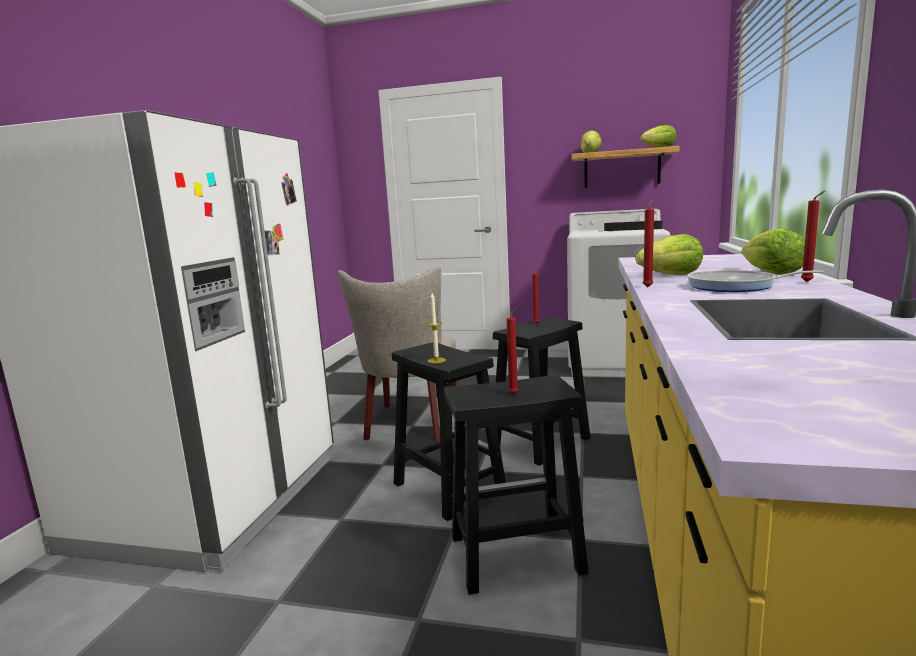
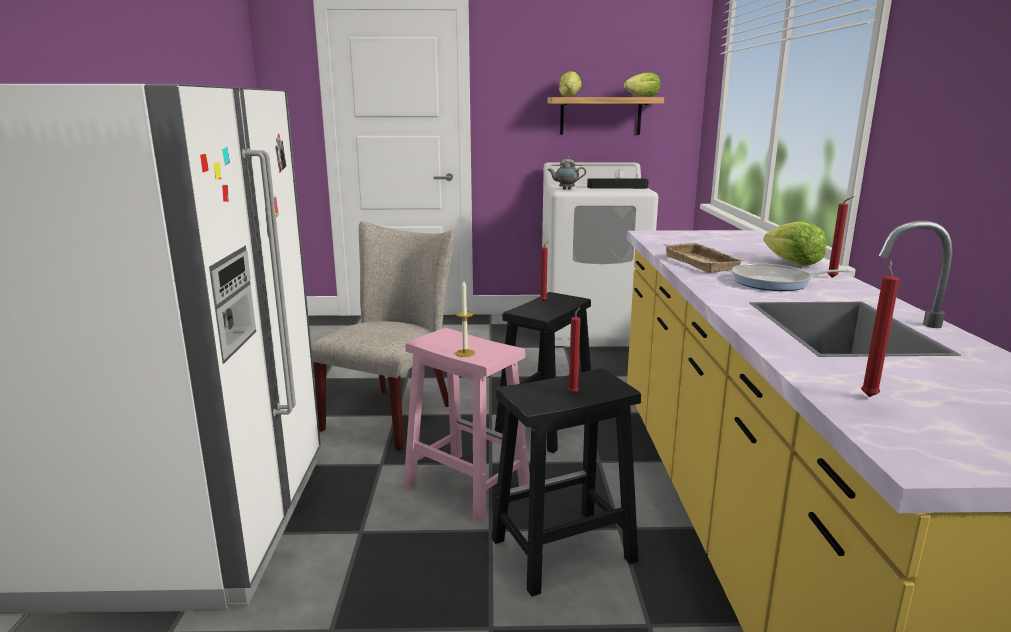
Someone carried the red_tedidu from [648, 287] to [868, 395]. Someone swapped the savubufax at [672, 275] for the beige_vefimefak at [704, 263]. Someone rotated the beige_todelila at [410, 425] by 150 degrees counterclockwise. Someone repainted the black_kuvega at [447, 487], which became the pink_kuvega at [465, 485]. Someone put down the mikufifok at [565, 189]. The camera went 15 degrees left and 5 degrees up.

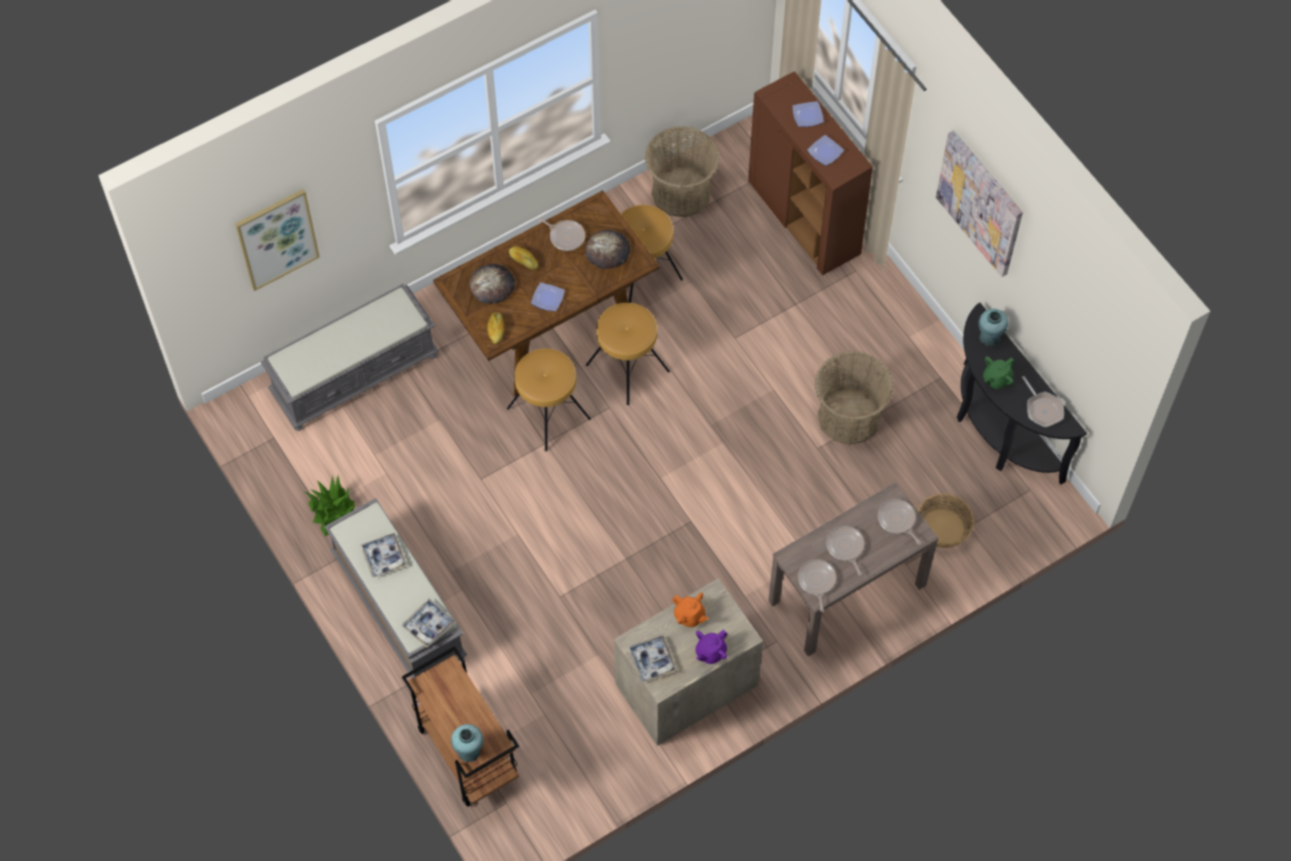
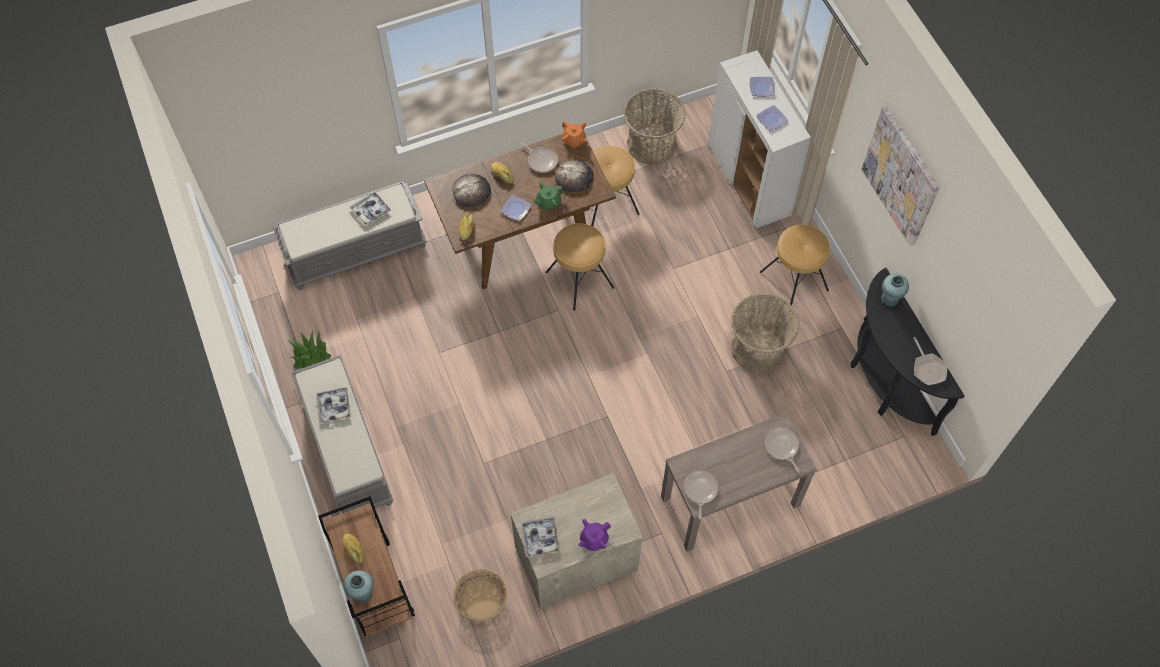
Someone repainted the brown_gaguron at [805, 219], which became the white_gaguron at [749, 180]. Someone took away the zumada at [277, 238]. Someone carried the brown_kuvega from [548, 414] to [793, 281]. Someone carried the green_mikufifok from [996, 379] to [548, 202]. Someone carried the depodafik from [943, 528] to [482, 600]. Someone took away the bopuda at [845, 547]. Someone carried the orange_mikufifok from [689, 616] to [574, 141]. Someone carried the vefimefak from [428, 625] to [370, 210]. Someone put down the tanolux at [354, 549]. The camera went 10 degrees right and 0 degrees up.

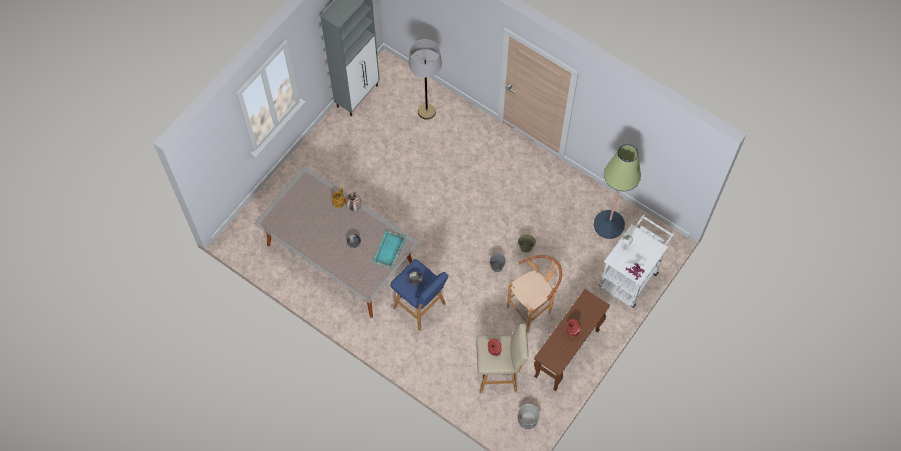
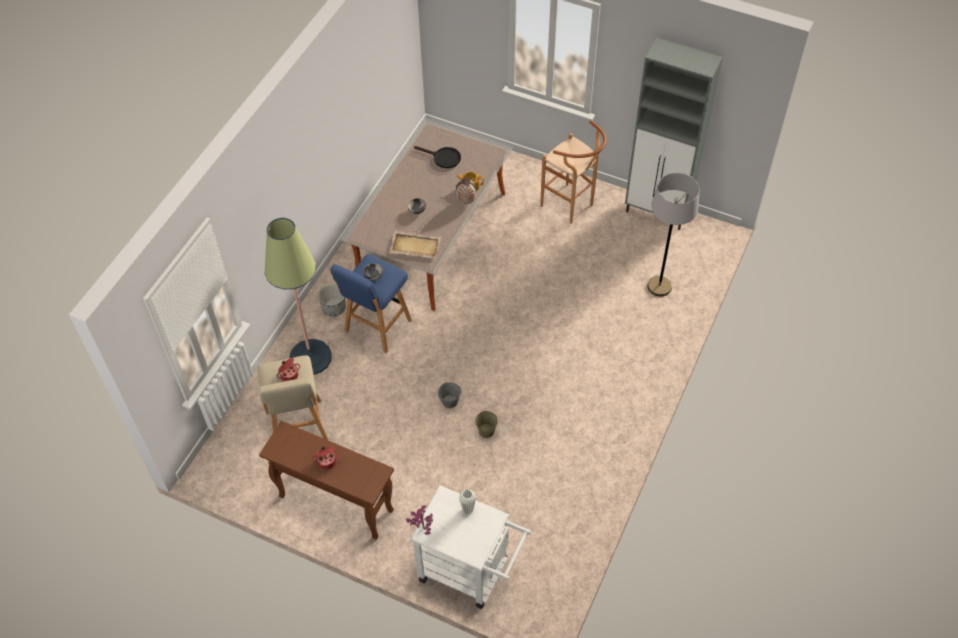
Someone carried the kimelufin from [609, 224] to [310, 357]. Someone repainted the turquoise_vefimefak at [389, 250], which became the beige_vefimefak at [414, 246]. Someone carried the brown_kuvega from [532, 309] to [571, 207]. Someone carried the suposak from [528, 419] to [334, 308]. Someone put down the black_bopuda at [443, 158]. The camera went 80 degrees right and 10 degrees down.

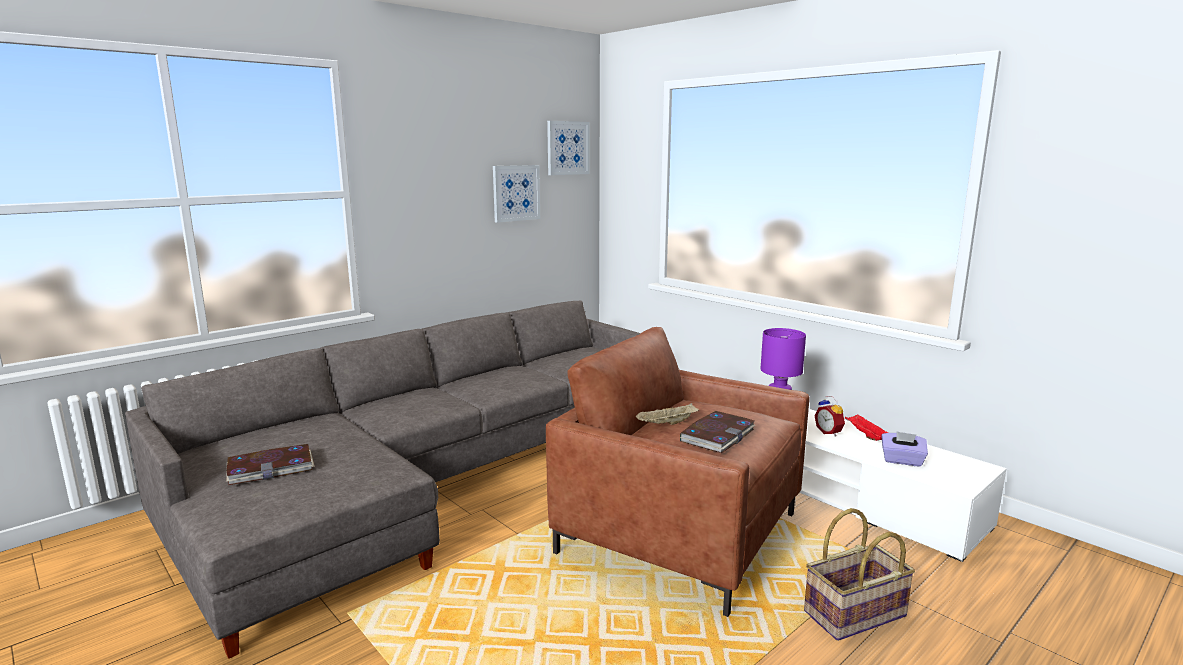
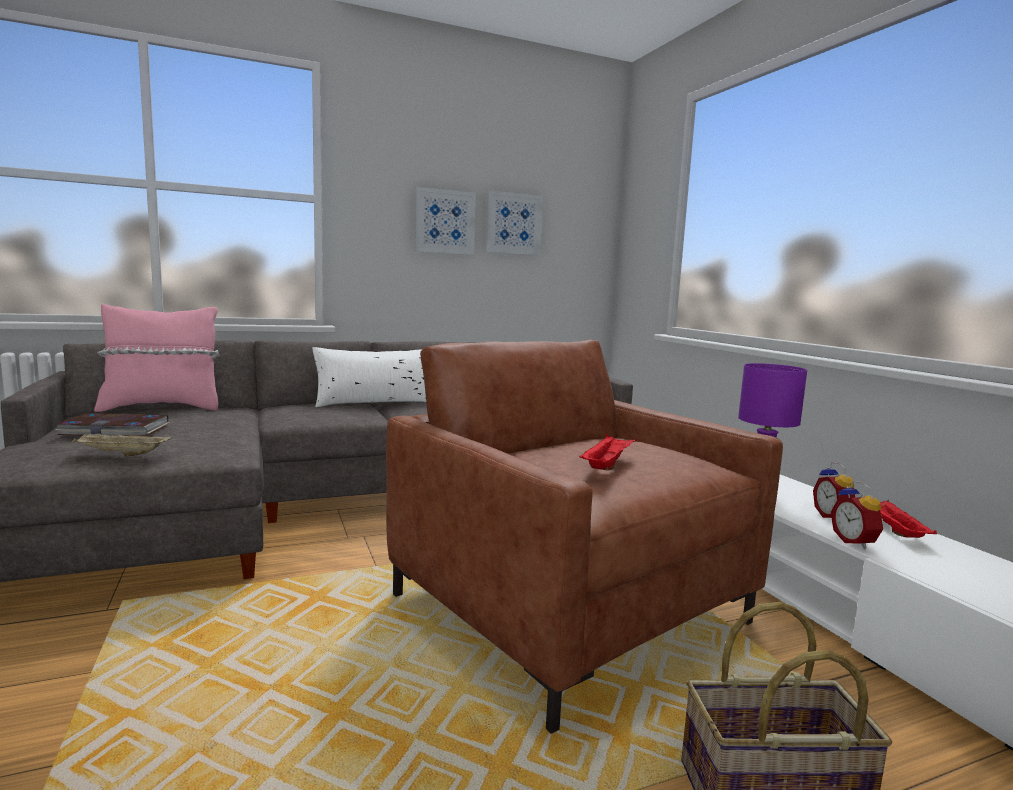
Someone carried the zumada from [567, 148] to [444, 222]. Someone carried the beige_vefimefak from [666, 424] to [122, 454]. Someone swapped the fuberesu at [717, 435] for the red_vefimefak at [607, 465]. Someone took away the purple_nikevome at [902, 461]. Someone put down the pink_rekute at [162, 407]. Someone put down the white_rekute at [377, 403]. Someone put down the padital at [855, 542]. The camera went 20 degrees right and 5 degrees down.

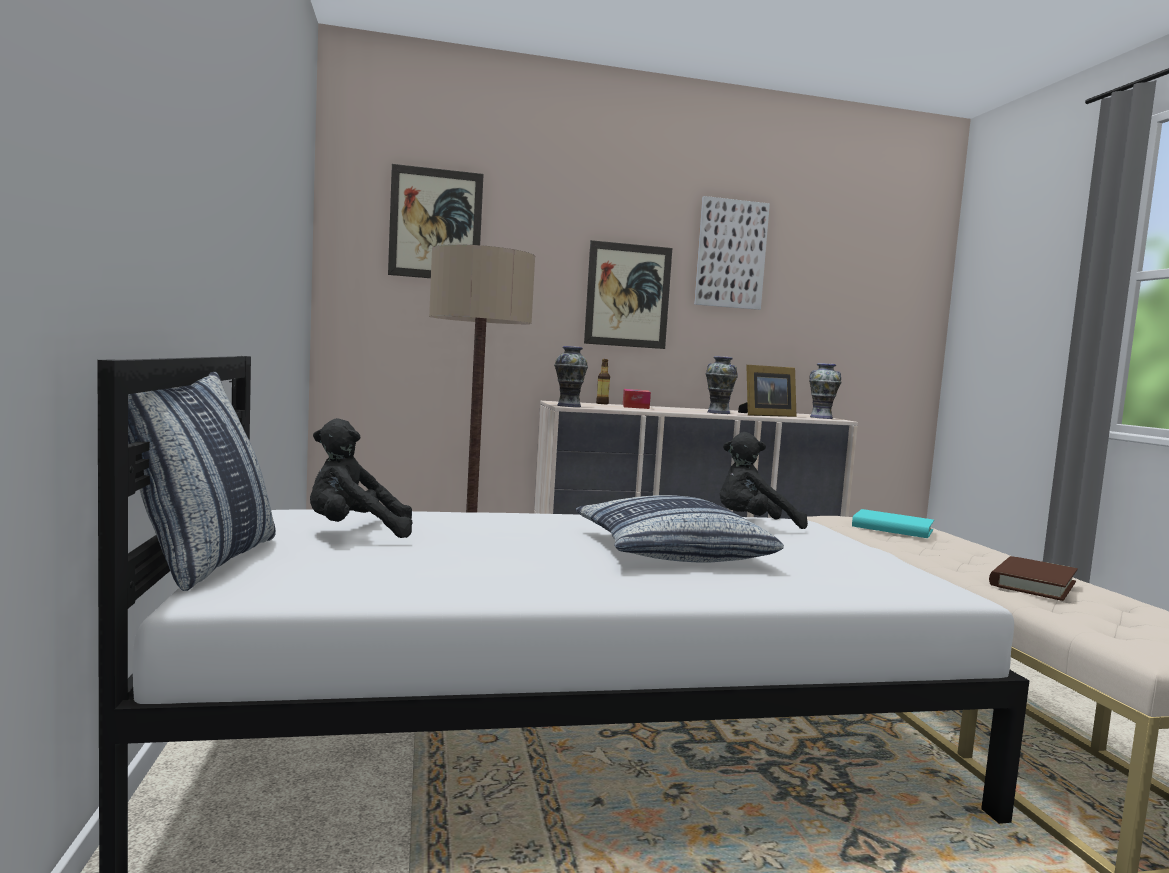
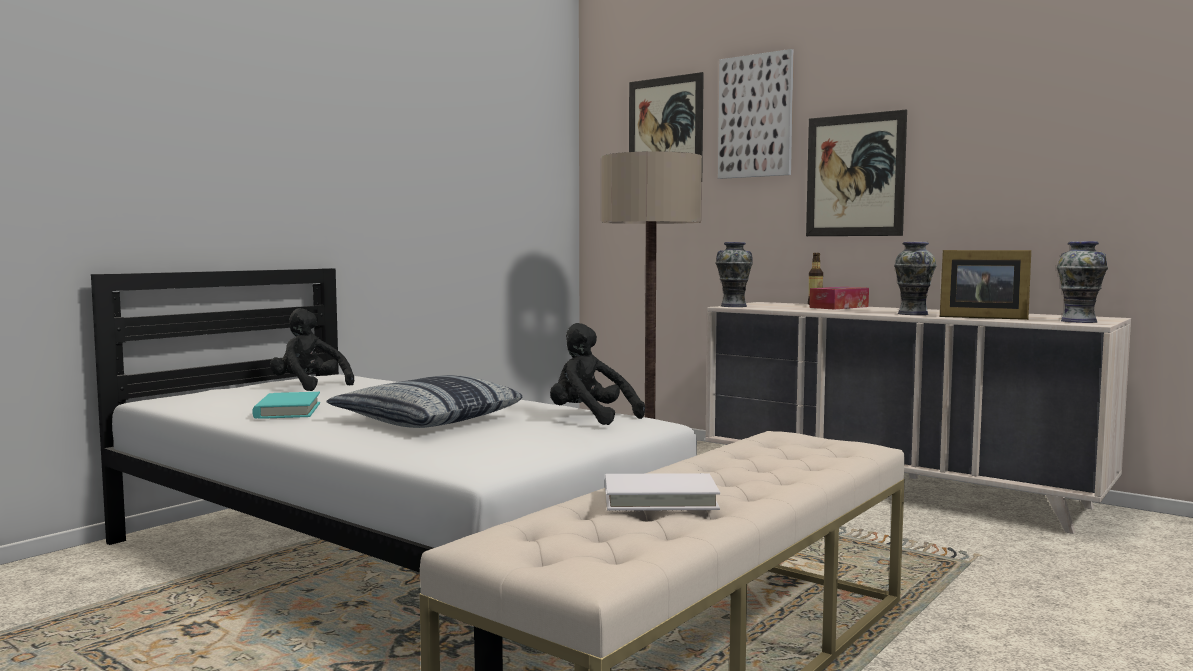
Someone carried the zumada from [731, 254] to [755, 116]. Someone took away the rekute at [204, 561]. Someone carried the turquoise_fuberesu from [892, 528] to [287, 410]. Someone repainted the brown_fuberesu at [1032, 583], which became the white_fuberesu at [660, 499]. The camera went 50 degrees right and 0 degrees up.

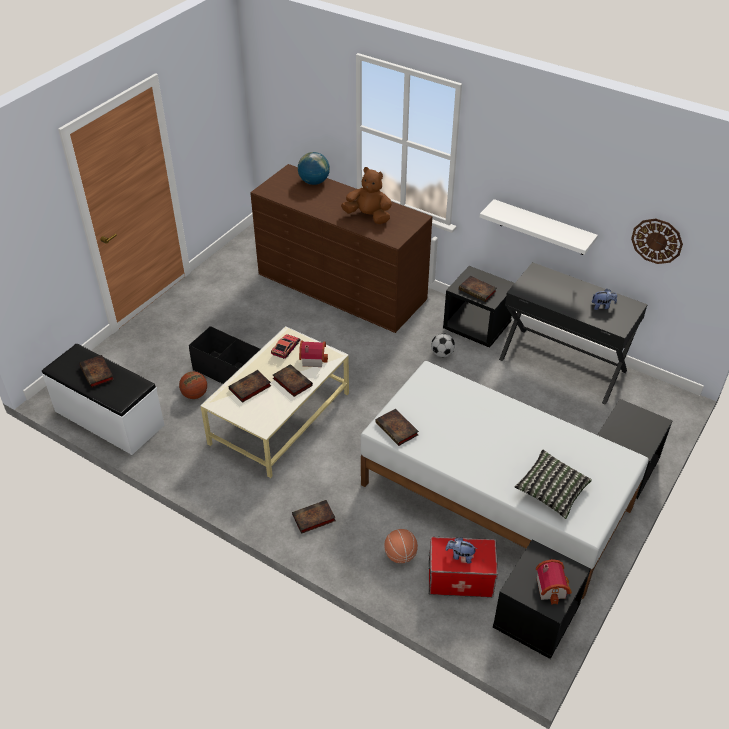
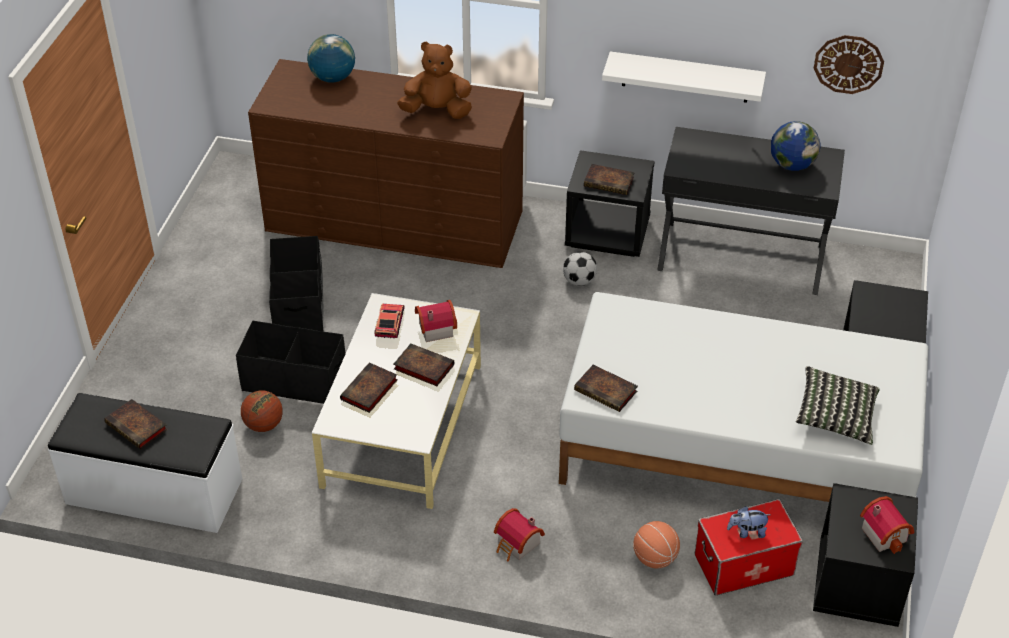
Someone swapped the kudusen at [602, 306] for the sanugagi at [792, 165]. Someone swapped the fuberesu at [313, 519] for the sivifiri at [518, 545]. Someone put down the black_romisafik at [299, 302]. The camera went 20 degrees left and 0 degrees up.

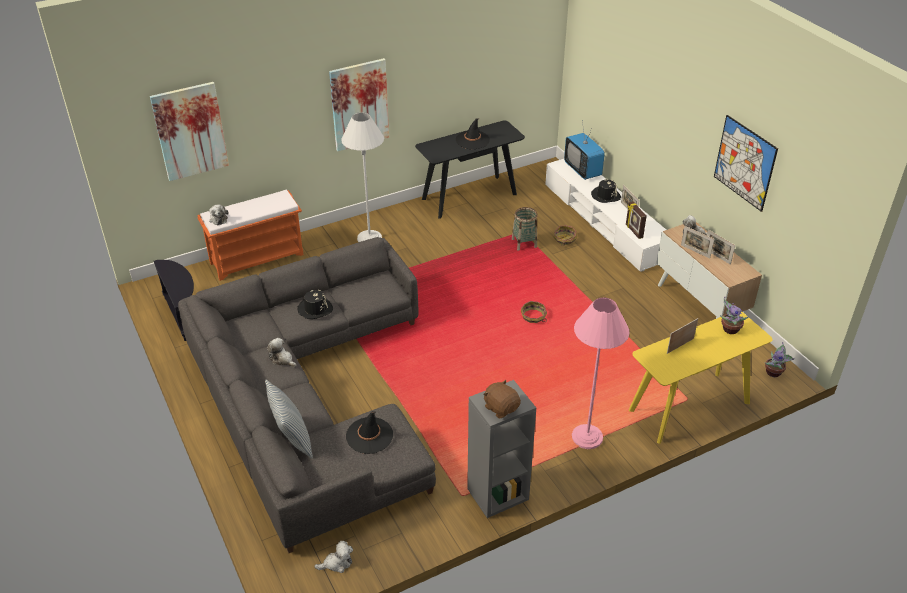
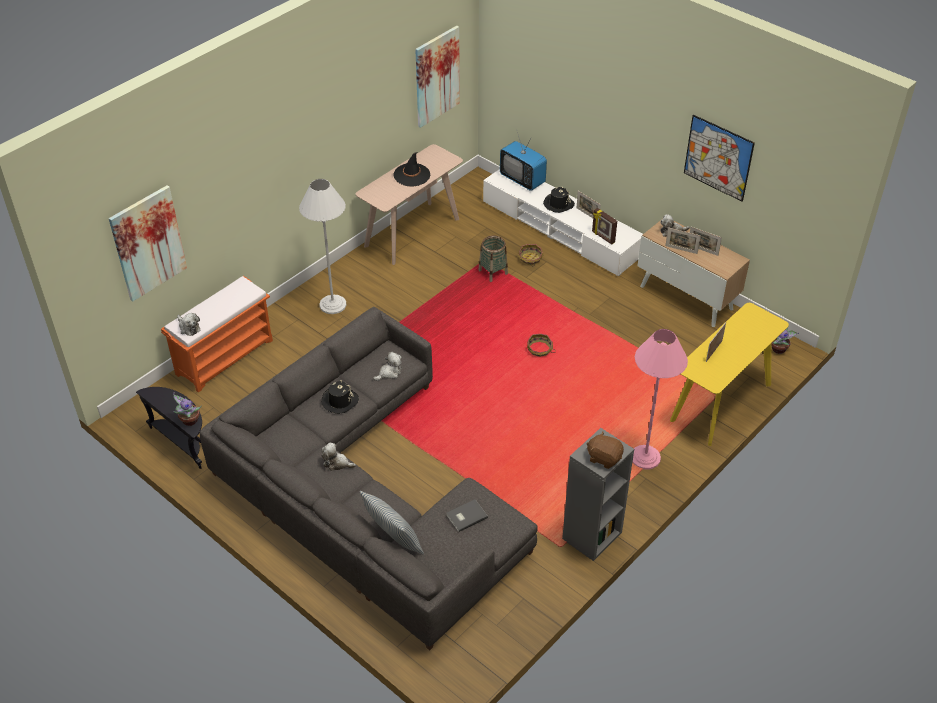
Someone carried the zumada from [359, 104] to [437, 76]. Someone repainted the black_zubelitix at [469, 196], which became the beige_zubelitix at [412, 232]. Someone carried the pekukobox from [729, 329] to [189, 421]. Someone swapped the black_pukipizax at [369, 436] for the grey_fuberesu at [465, 516]. Someone carried the kudusen from [337, 563] to [389, 373]. The camera went 20 degrees left and 5 degrees up.

